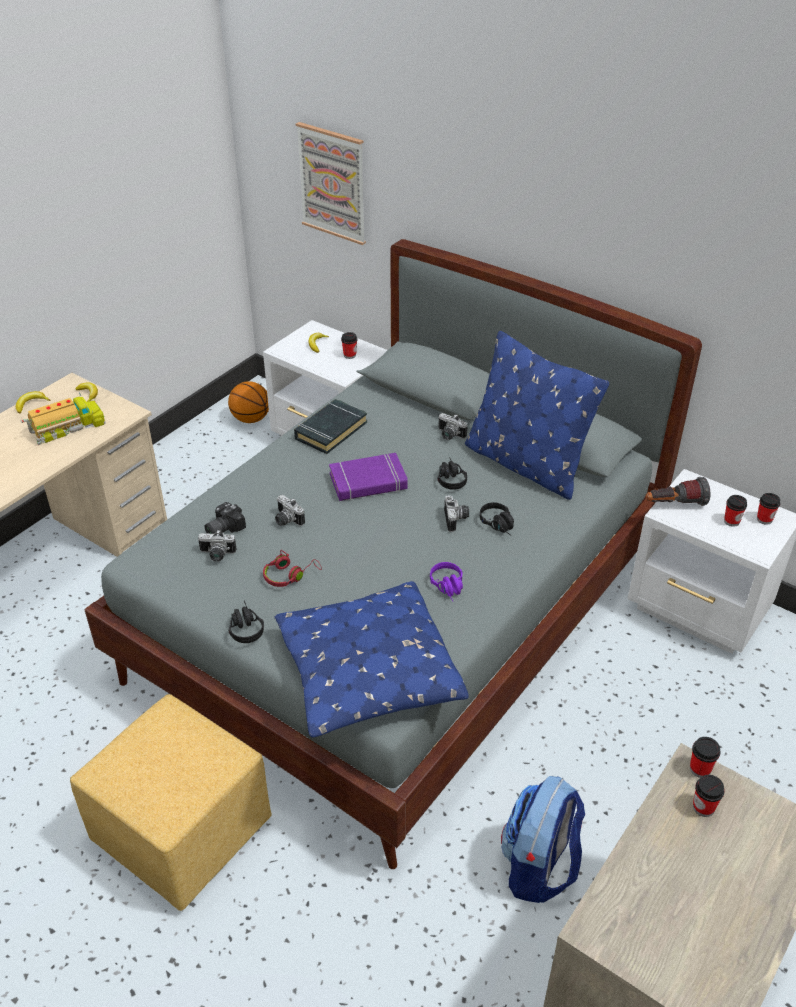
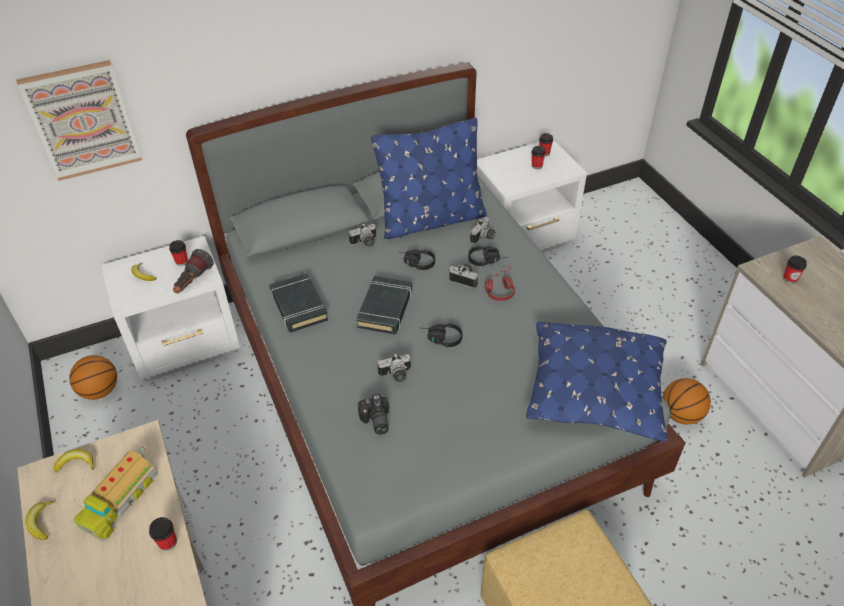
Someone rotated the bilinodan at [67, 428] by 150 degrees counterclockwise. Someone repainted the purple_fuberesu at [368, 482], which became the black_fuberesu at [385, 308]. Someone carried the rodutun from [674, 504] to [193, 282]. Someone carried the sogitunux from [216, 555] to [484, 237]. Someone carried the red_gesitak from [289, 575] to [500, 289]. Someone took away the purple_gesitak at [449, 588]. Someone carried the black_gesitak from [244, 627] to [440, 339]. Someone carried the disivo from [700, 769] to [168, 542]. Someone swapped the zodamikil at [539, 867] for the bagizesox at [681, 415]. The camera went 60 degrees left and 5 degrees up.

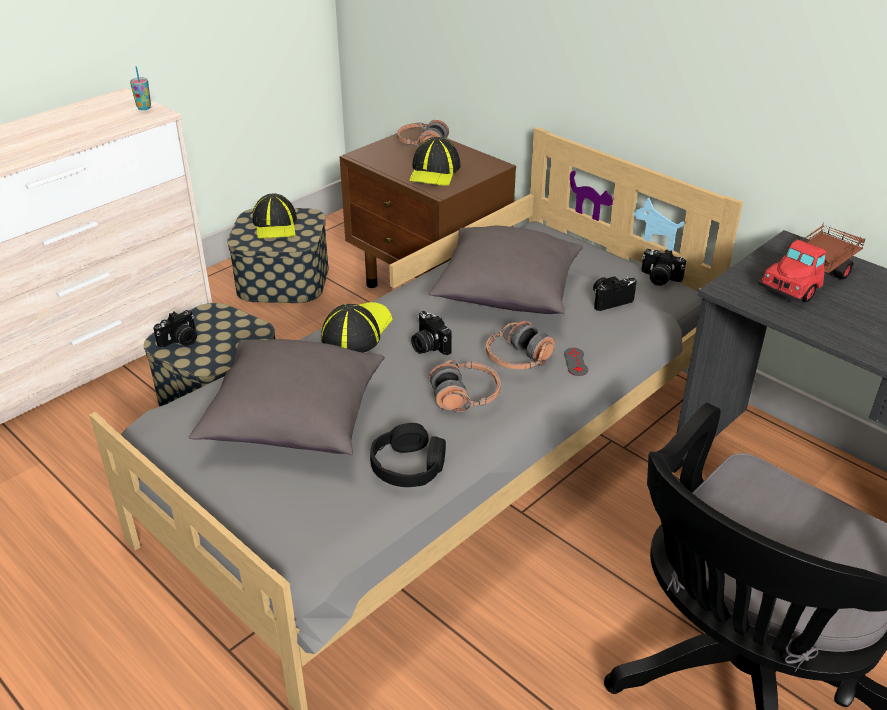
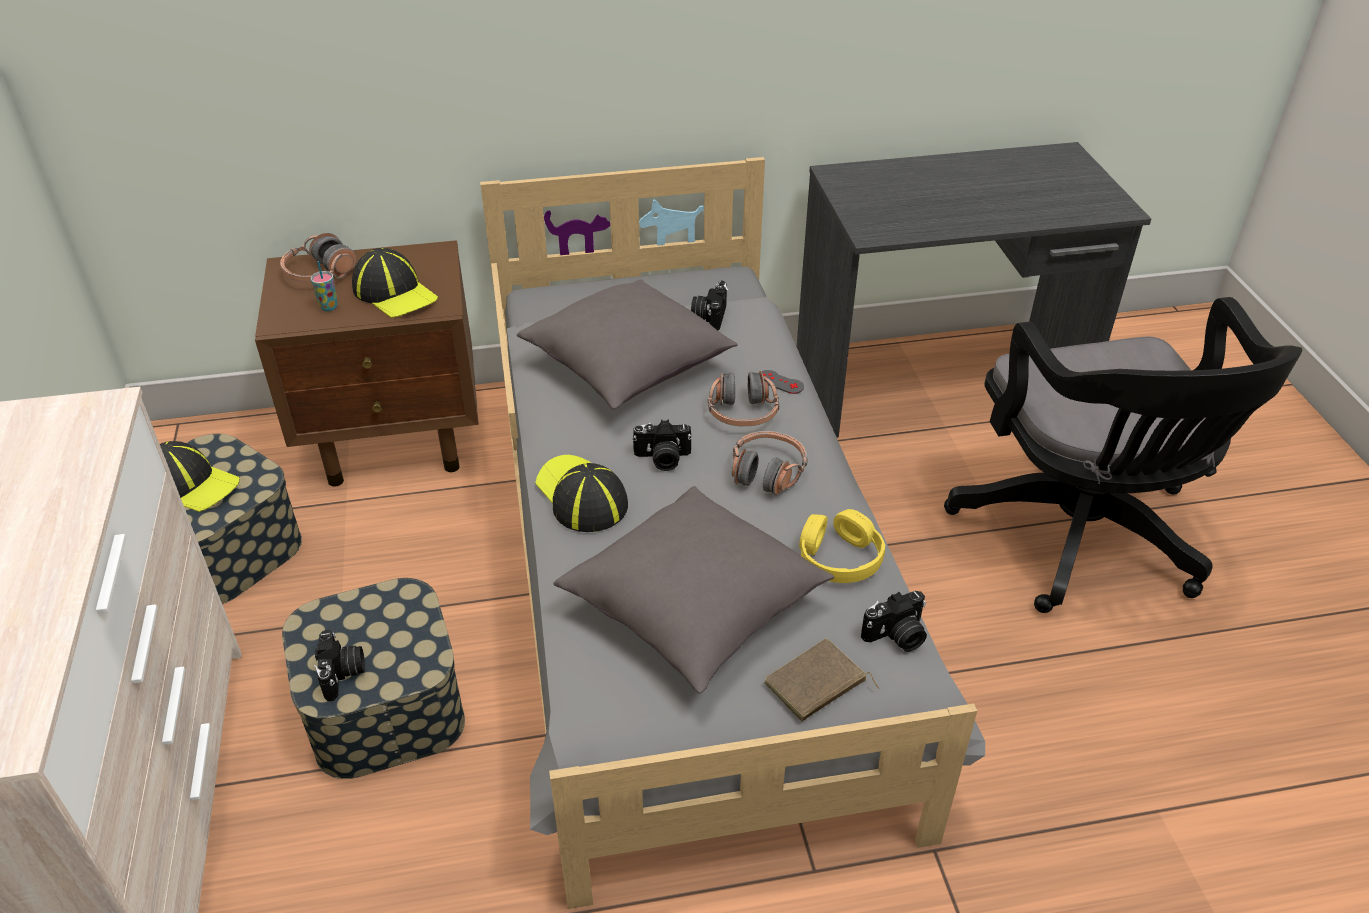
Someone carried the disivo from [144, 108] to [329, 307]. Someone took away the bilinodan at [809, 279]. Someone carried the sogitunux from [659, 279] to [896, 636]. Someone repainted the black_gesitak at [408, 466], which became the yellow_gesitak at [839, 558]. Someone put down the brown_fuberesu at [816, 685]. The camera went 55 degrees left and 5 degrees up.

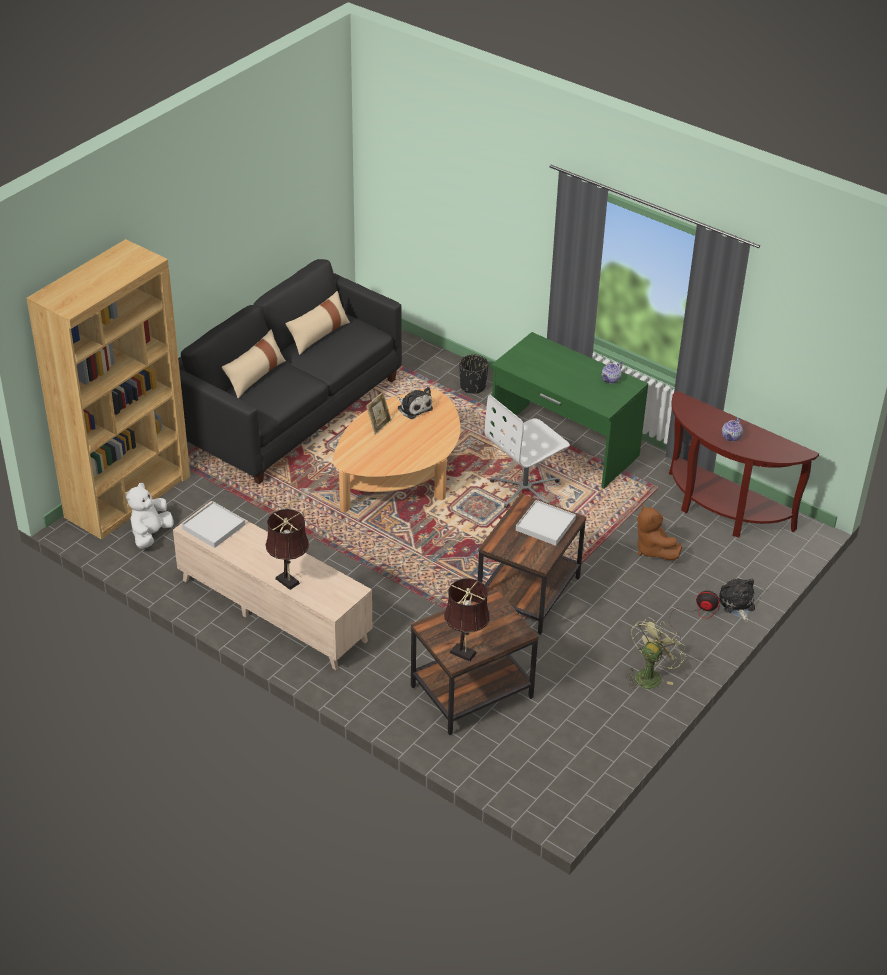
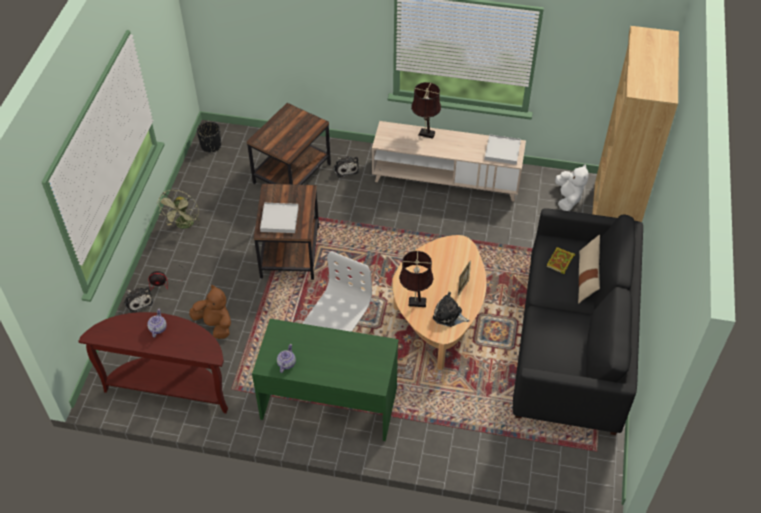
Someone took away the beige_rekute at [319, 335]. Someone carried the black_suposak from [472, 386] to [211, 146]. Someone carried the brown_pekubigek from [465, 654] to [415, 302]. Someone put down the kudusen at [345, 168]. Someone put down the fuberesu at [560, 262]. The camera went 155 degrees right and 10 degrees up.

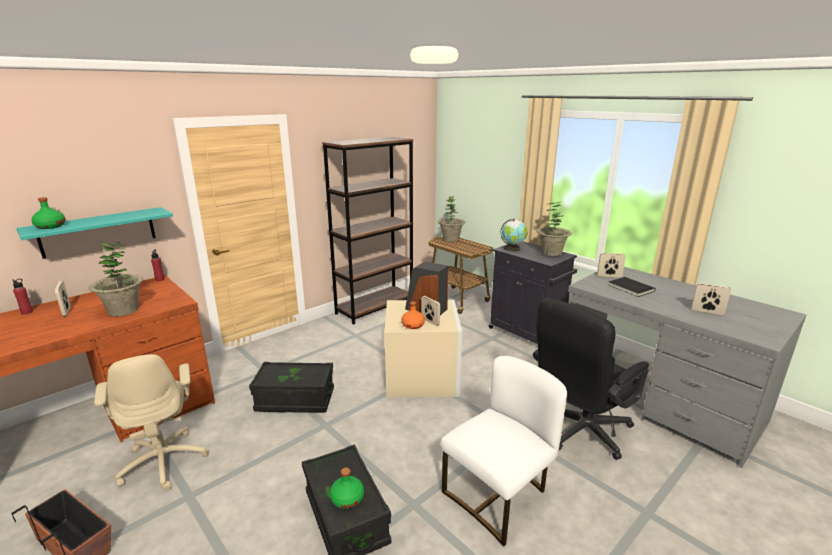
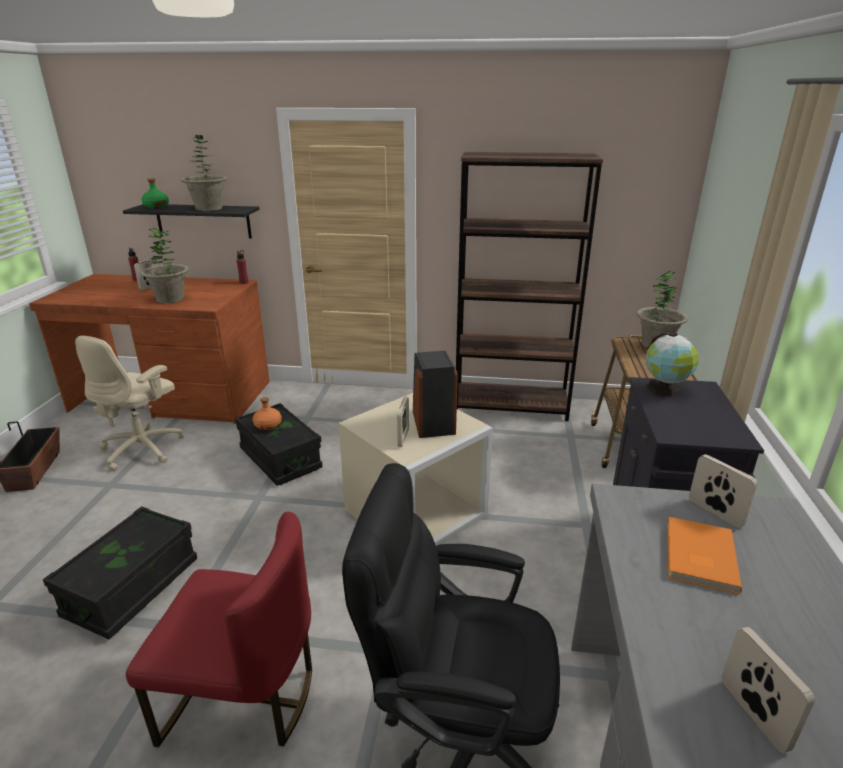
Someone carried the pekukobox from [551, 253] to [209, 208]. Someone repainted the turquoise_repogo at [98, 232], which became the black_repogo at [203, 221]. Someone repainted the black_fuberesu at [630, 288], which became the orange_fuberesu at [698, 556]. Someone carried the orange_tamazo from [413, 325] to [267, 425]. Someone repainted the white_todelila at [498, 495], which became the red_todelila at [242, 698]. Someone took away the green_tamazo at [347, 498]. The camera went 50 degrees right and 5 degrees up.

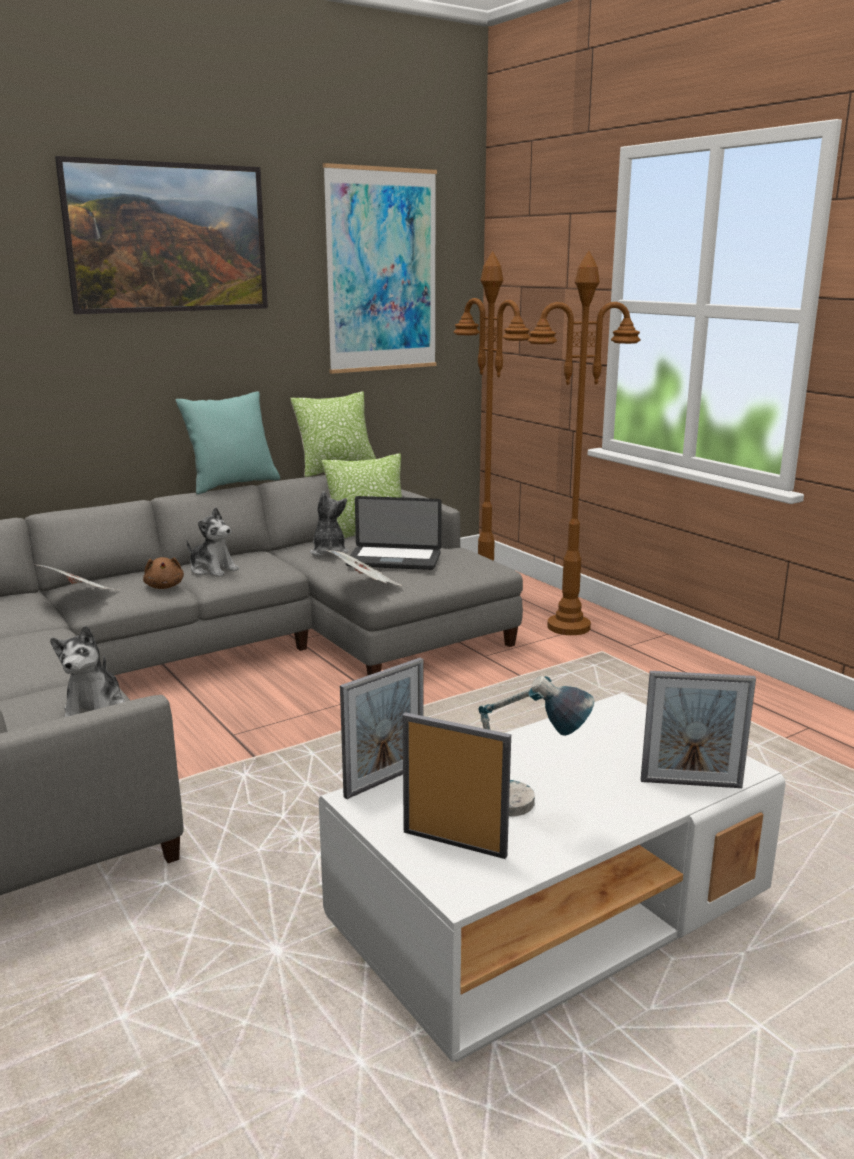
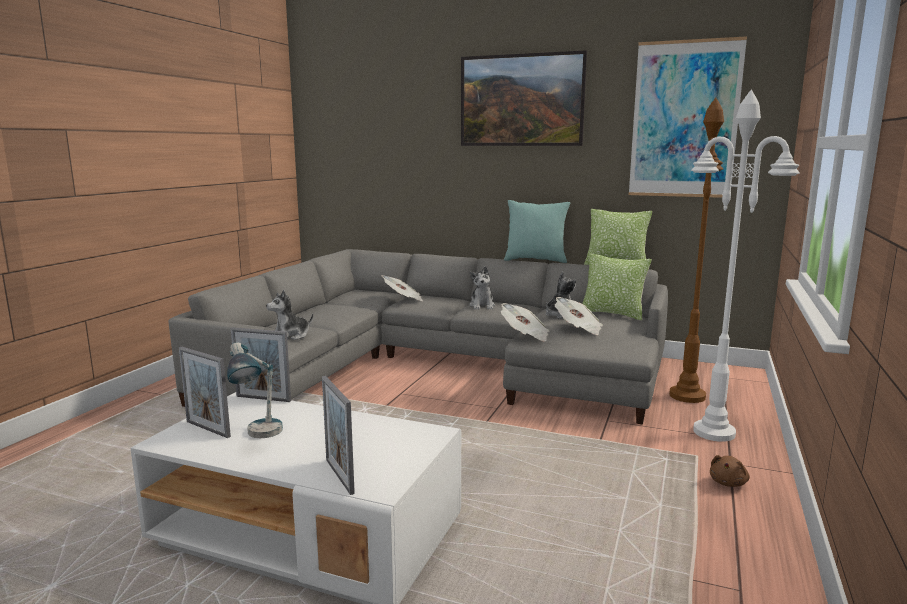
Someone repainted the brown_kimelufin at [569, 627], which became the white_kimelufin at [714, 432]. Someone swapped the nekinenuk at [394, 560] for the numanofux at [578, 329]. Someone carried the brown_kudusen from [164, 586] to [728, 483]. Someone rotated the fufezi at [454, 843] by 135 degrees clockwise. The camera went 55 degrees right and 5 degrees down.

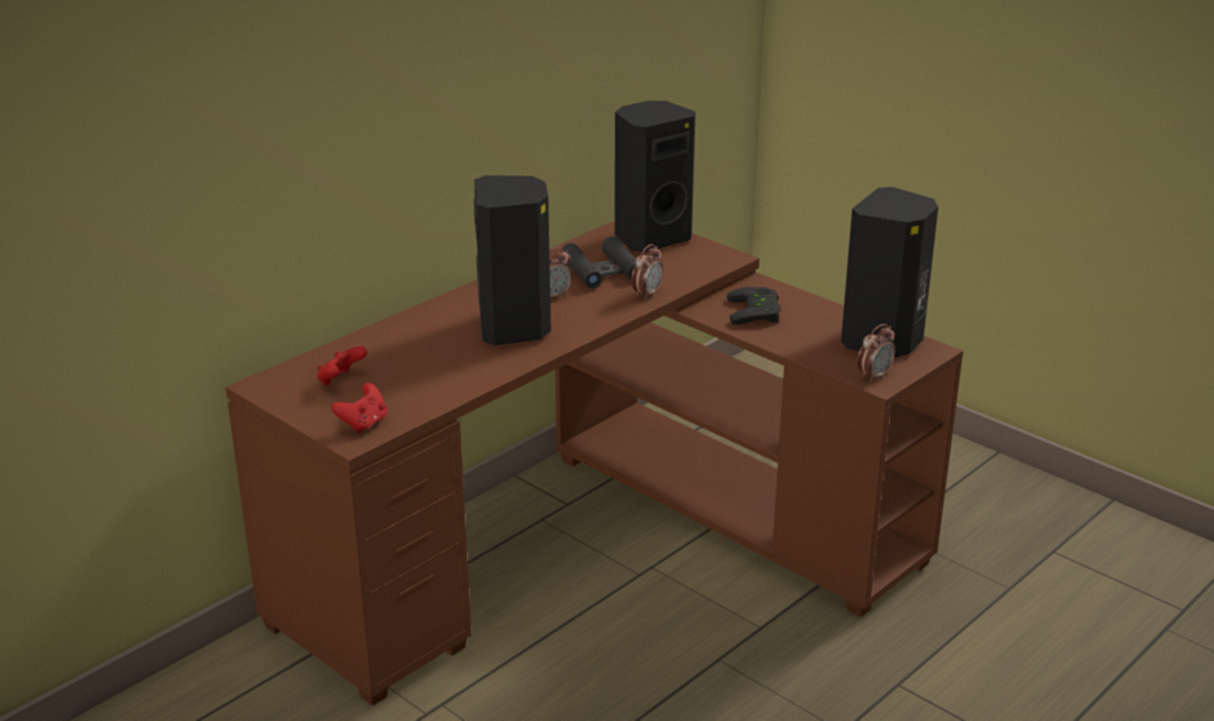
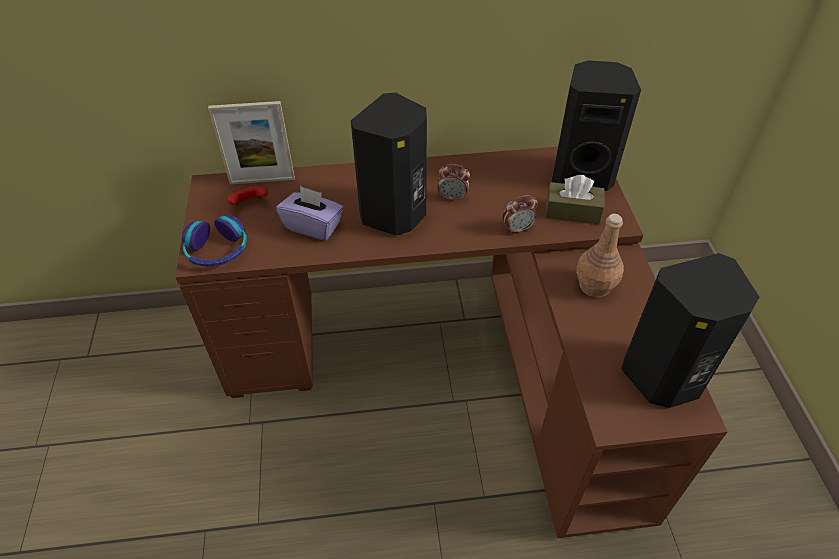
Someone took away the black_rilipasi at [602, 272]. Someone swapped the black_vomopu at [758, 312] for the brown_tamazo at [595, 286]. Someone took away the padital at [874, 376]. Someone swapped the red_vomopu at [363, 424] for the gesitak at [217, 250]. Someone put down the fufezi at [262, 180]. Someone put down the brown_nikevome at [572, 211]. Someone put down the purple_nikevome at [313, 226]. The camera went 40 degrees right and 20 degrees up.

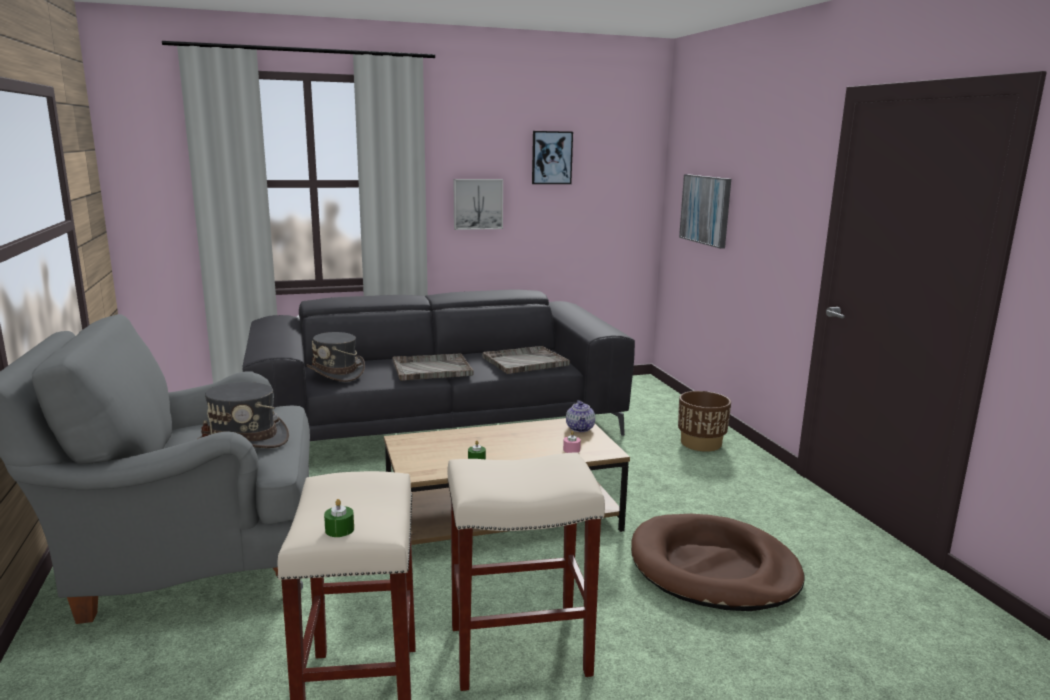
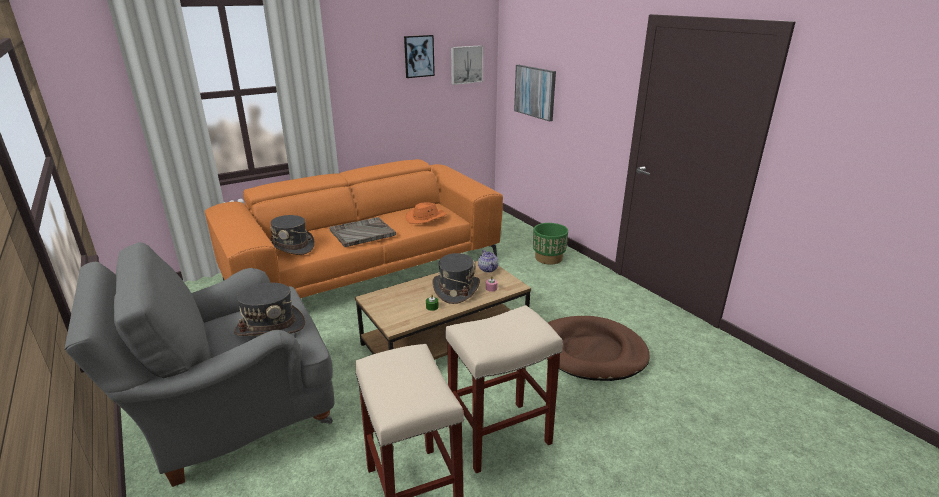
Someone carried the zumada from [477, 204] to [466, 64]. Someone repainted the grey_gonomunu at [439, 425], which became the orange_gonomunu at [365, 269]. Someone swapped the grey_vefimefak at [524, 361] for the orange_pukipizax at [426, 218]. Someone repainted the brown_suposak at [701, 443], which became the green_suposak at [548, 258]. Someone took away the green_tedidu at [339, 529]. Someone put down the grey_pukipizax at [456, 289]. The camera went 15 degrees left and 10 degrees up.

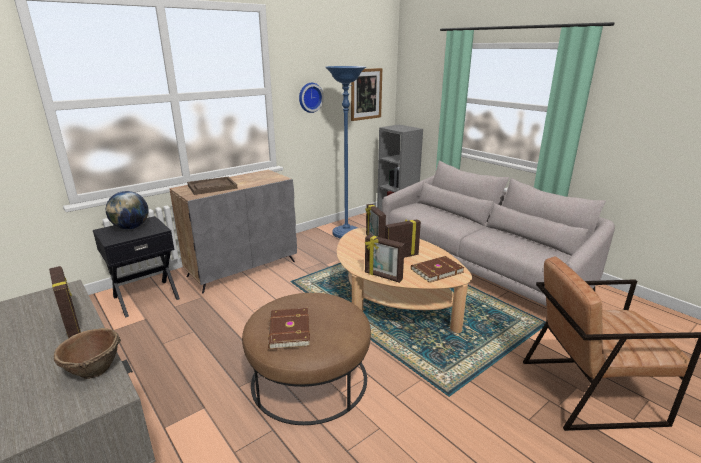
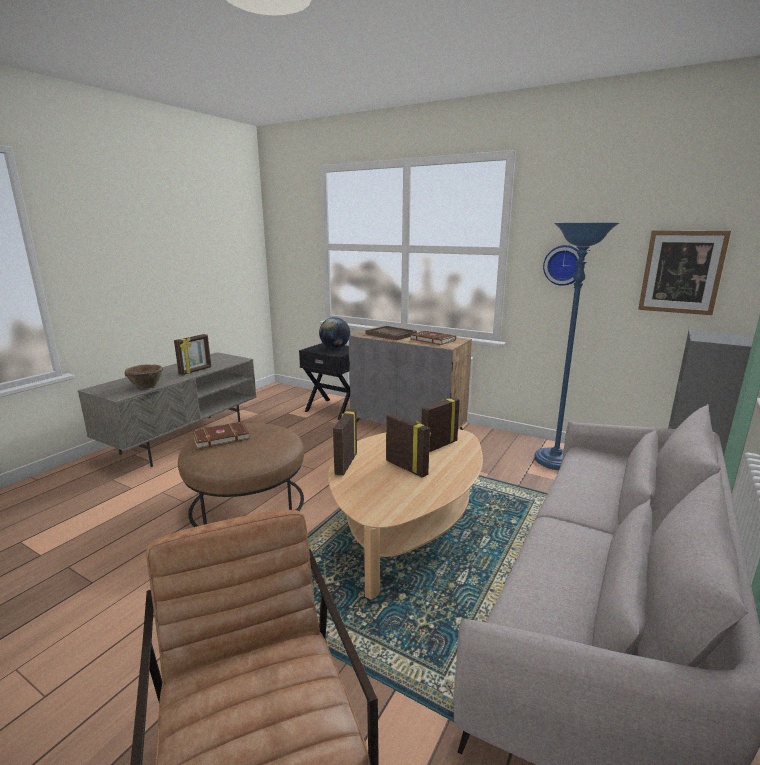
Someone carried the brown_fuberesu from [436, 270] to [433, 339]. The camera went 70 degrees right and 5 degrees down.

